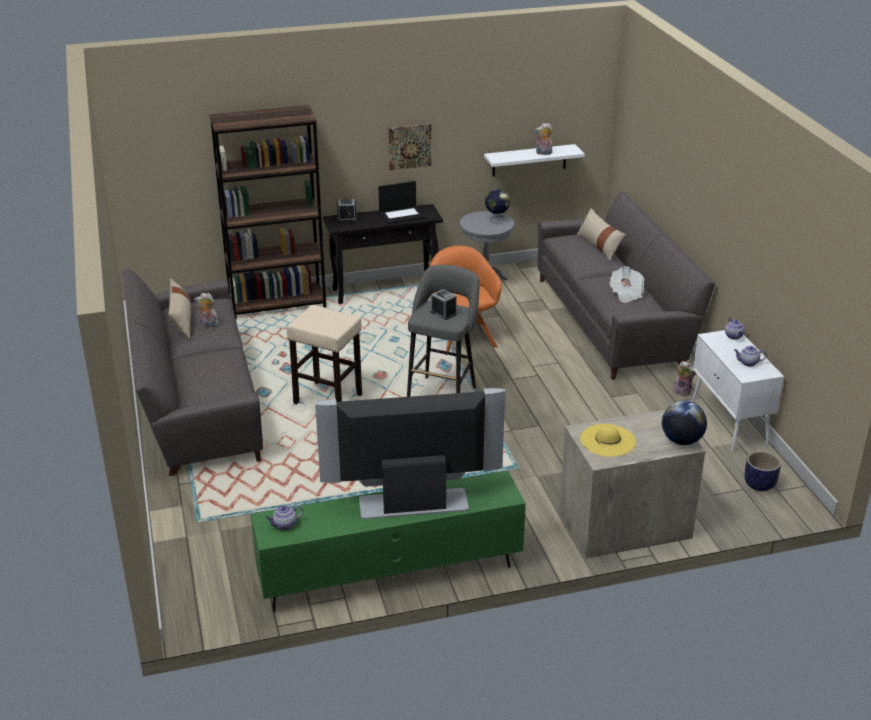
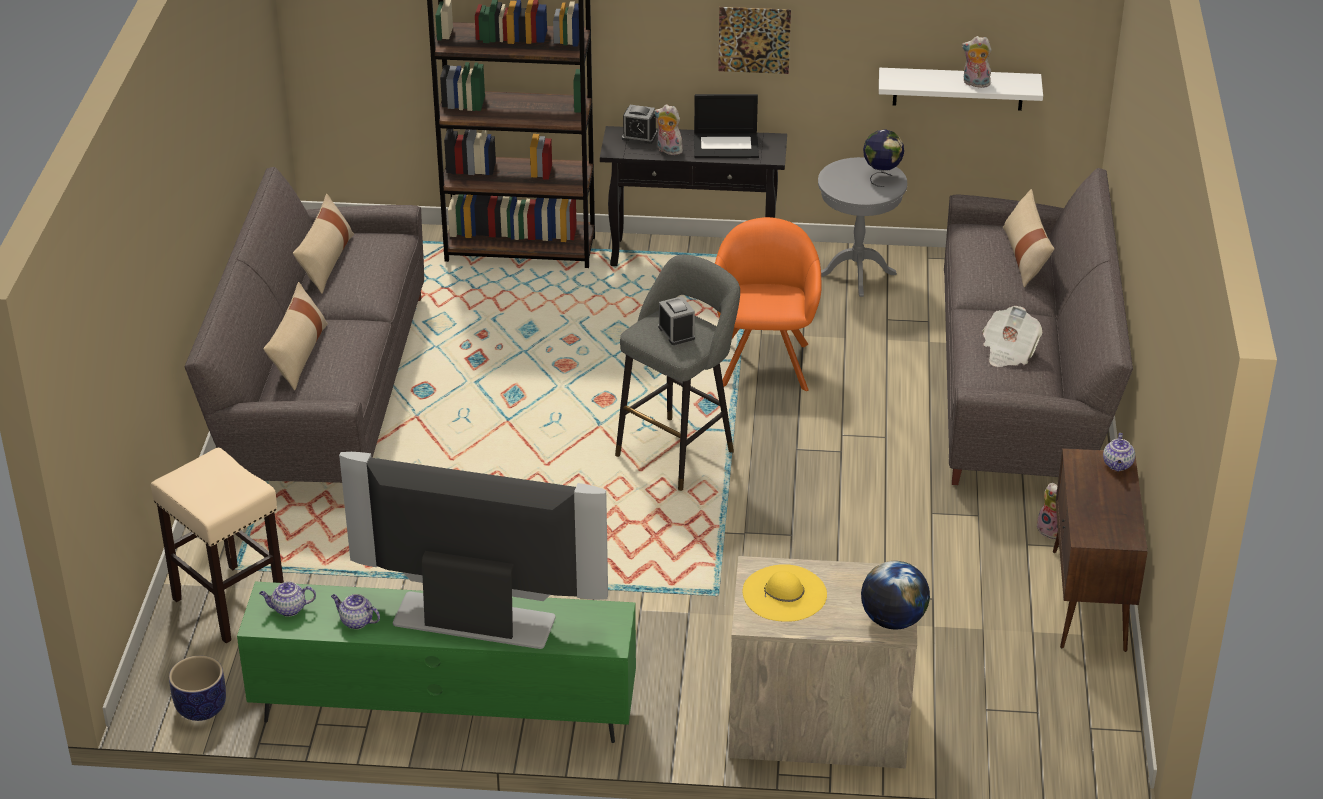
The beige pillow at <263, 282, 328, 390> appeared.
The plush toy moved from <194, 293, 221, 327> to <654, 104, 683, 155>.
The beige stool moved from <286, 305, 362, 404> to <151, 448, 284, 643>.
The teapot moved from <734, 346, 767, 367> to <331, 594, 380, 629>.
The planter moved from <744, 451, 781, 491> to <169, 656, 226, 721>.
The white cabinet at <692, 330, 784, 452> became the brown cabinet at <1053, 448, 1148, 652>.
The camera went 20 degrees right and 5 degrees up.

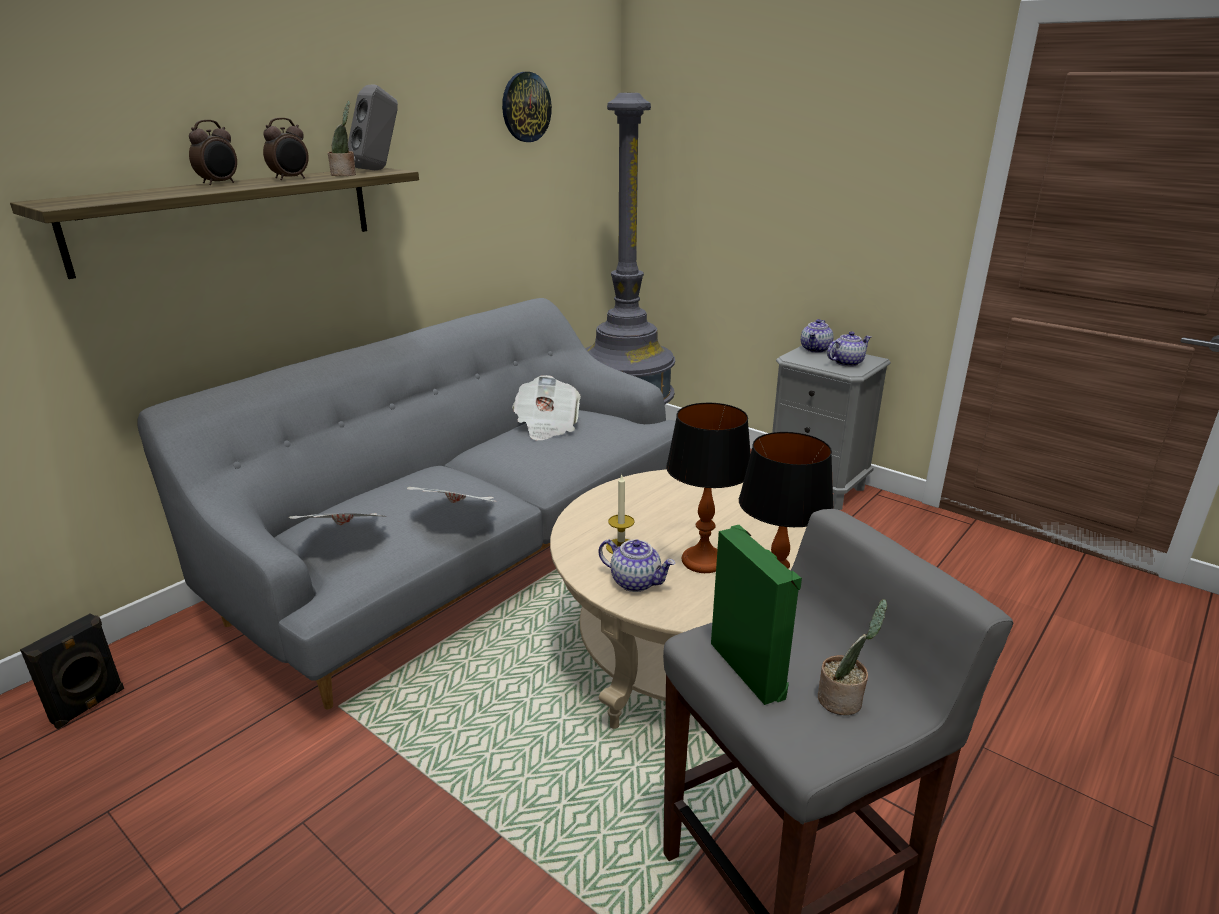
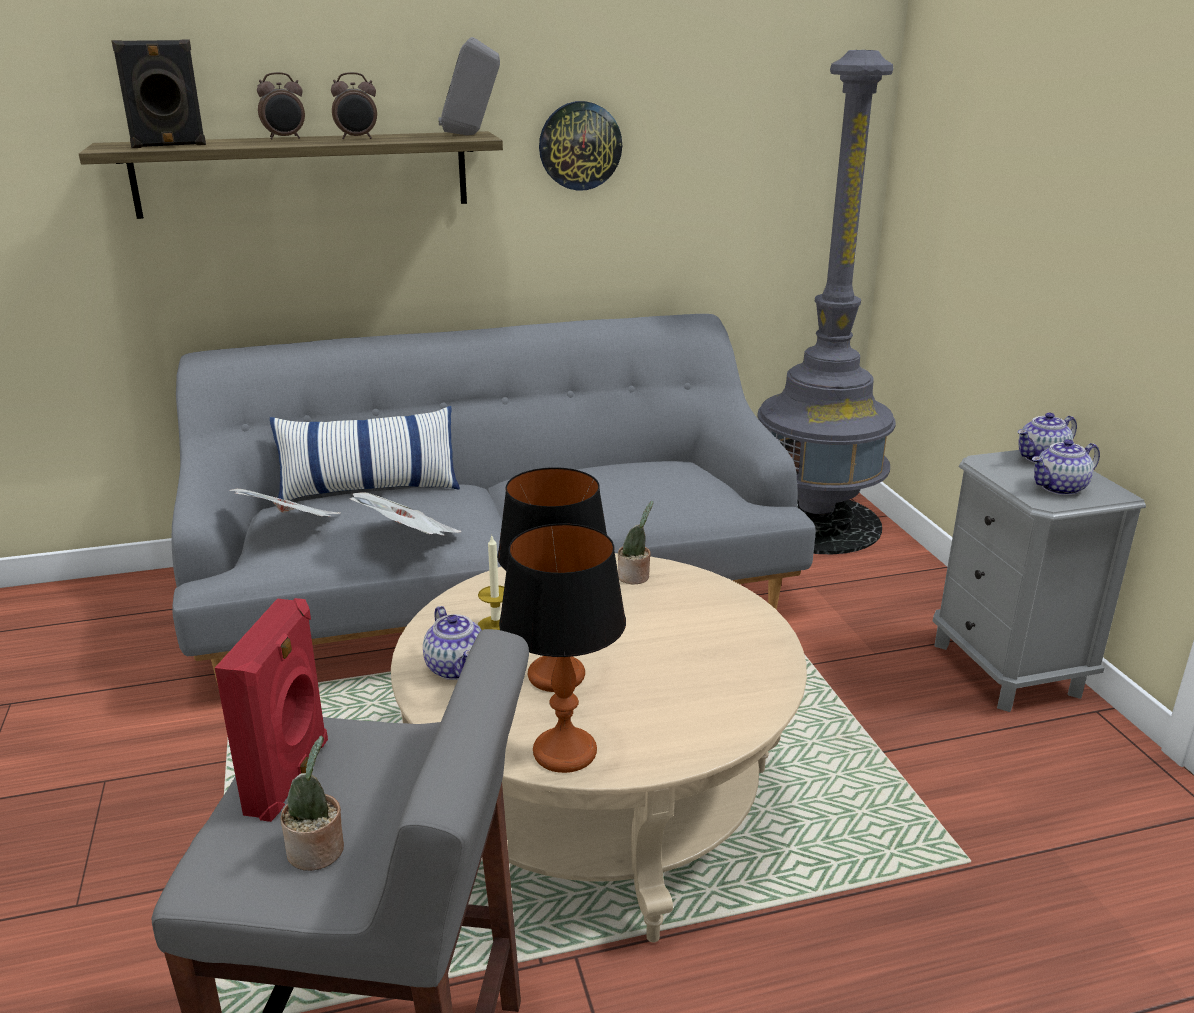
The newspaper at <512, 375, 581, 441> disappeared.
The pillow at <270, 406, 460, 501> appeared.
The black speaker moved from <20, 613, 124, 729> to <111, 39, 206, 148>.
The potted plant moved from <328, 101, 356, 176> to <618, 501, 653, 584>.
The wall clock moved from <502, 72, 552, 142> to <539, 101, 622, 191>.
The green speaker at <711, 525, 802, 705> became the red speaker at <215, 598, 328, 822>.
The teapot at <827, 331, 871, 367> turned 150 degrees clockwise.
The camera went 35 degrees right and 0 degrees up.

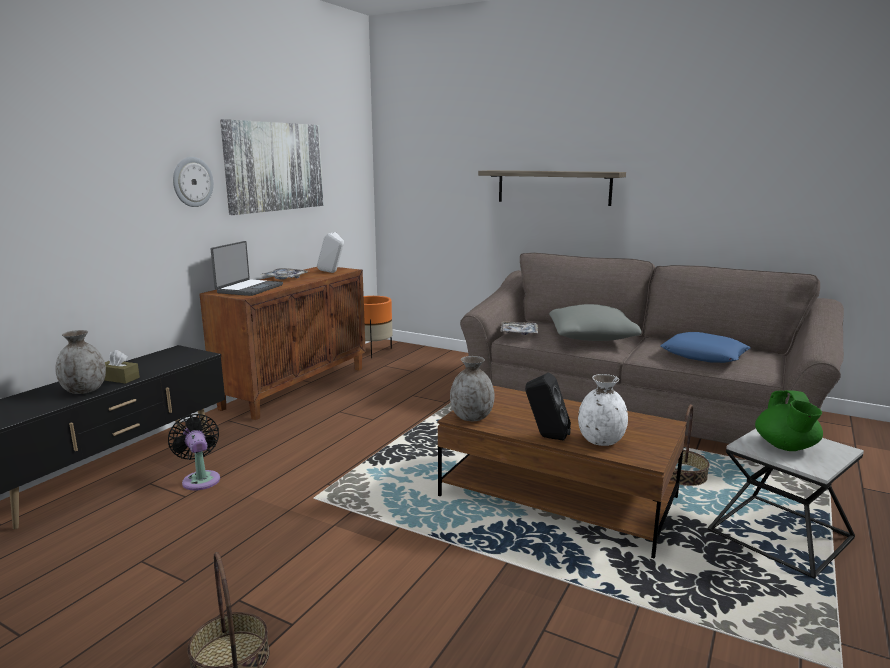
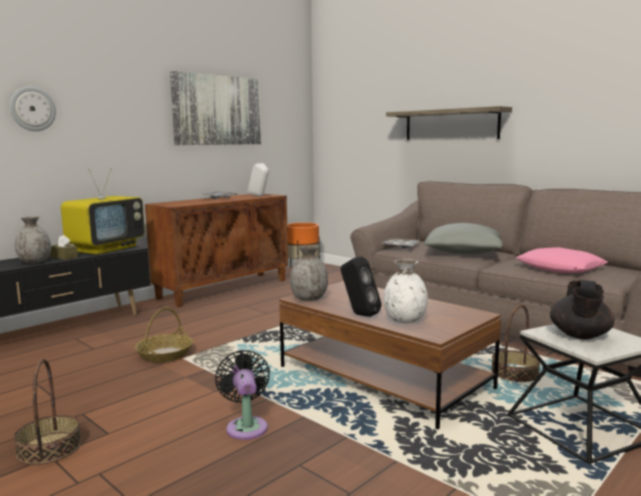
The laptop at <211, 241, 283, 296> disappeared.
The television at <61, 168, 145, 255> appeared.
The basket at <135, 307, 193, 362> appeared.
The black fan moved from <168, 414, 220, 491> to <215, 350, 270, 440>.
The wall clock moved from <173, 157, 214, 207> to <10, 87, 56, 131>.
The blue pillow at <660, 332, 751, 363> became the pink pillow at <516, 247, 608, 273>.
The green teapot at <755, 390, 823, 451> became the black teapot at <550, 280, 614, 339>.
The camera went 15 degrees right and 5 degrees down.

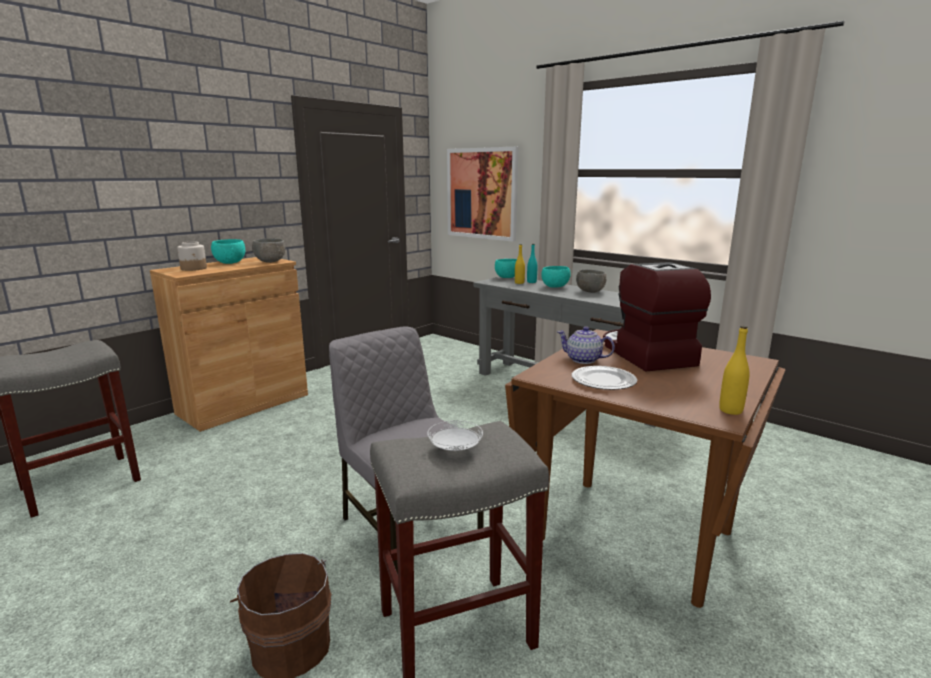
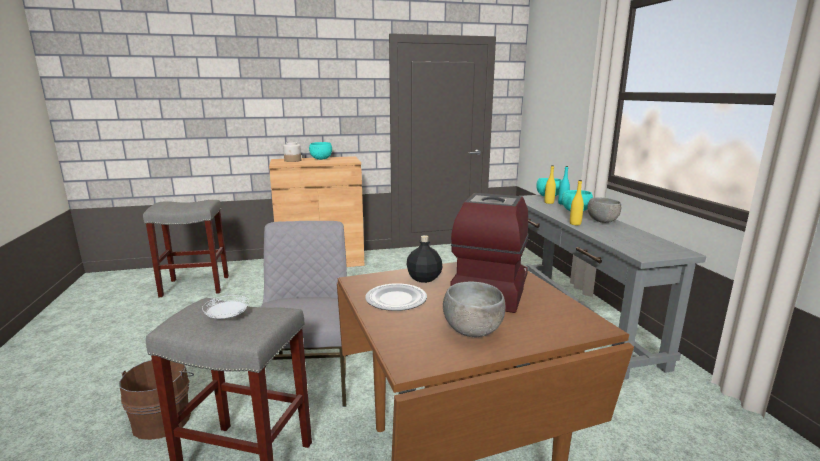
The picture at <447, 147, 518, 242> disappeared.
The grey bowl moved from <252, 238, 285, 263> to <443, 282, 505, 337>.
The yellow bottle moved from <719, 326, 750, 415> to <570, 180, 584, 225>.
The teapot at <557, 327, 615, 364> was replaced by the black bottle at <406, 235, 442, 283>.
The camera went 35 degrees right and 0 degrees up.

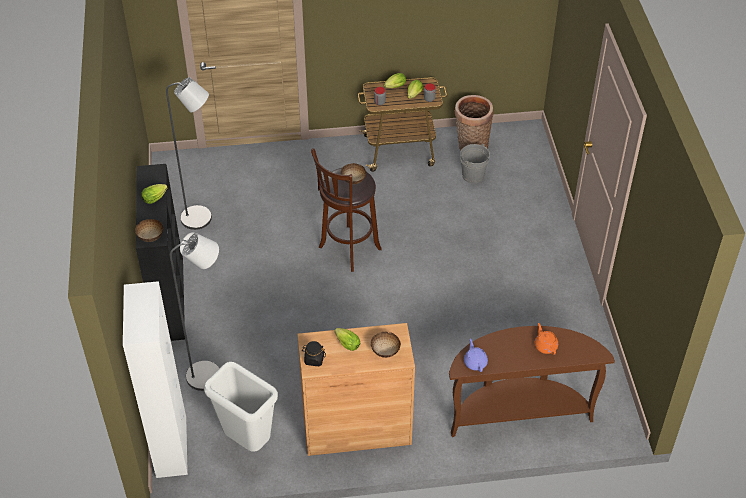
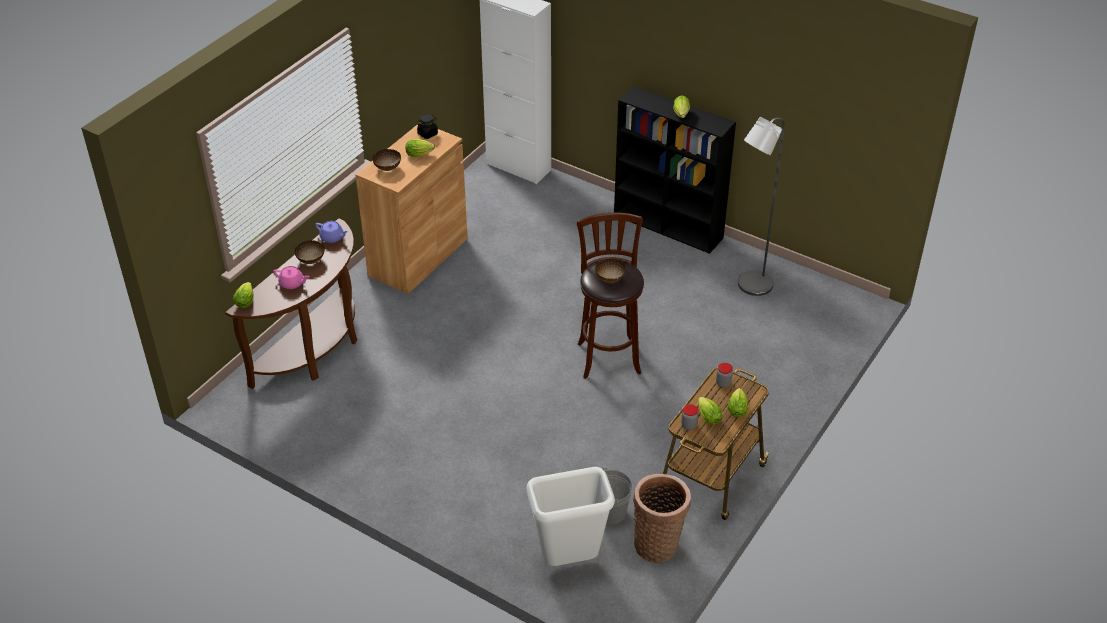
The grey floor lamp at <170, 232, 219, 391> disappeared.
The lettuce at <233, 282, 254, 308> appeared.
The bowl moved from <135, 219, 163, 242> to <294, 240, 325, 264>.
The white trash can moved from <204, 362, 278, 452> to <527, 467, 615, 566>.
The orange teapot at <535, 323, 558, 355> became the pink teapot at <273, 266, 309, 289>.
The camera went 130 degrees right and 5 degrees down.

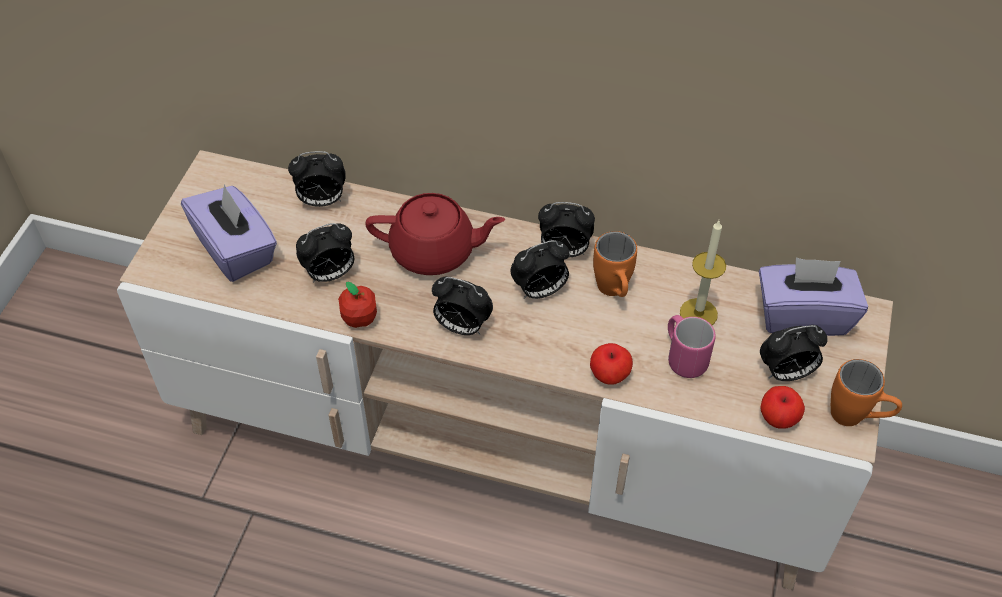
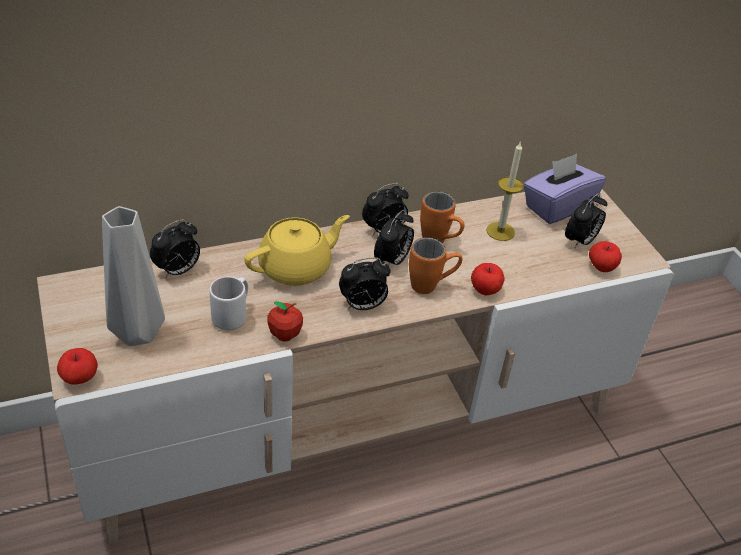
The pink mug at <668, 315, 716, 378> disappeared.
The apple at <57, 348, 98, 385> appeared.
The orange mug moved from <831, 359, 902, 426> to <409, 237, 462, 294>.
The purple tissue box at <181, 184, 277, 282> was replaced by the grey vase at <102, 206, 165, 346>.
The alarm clock at <296, 223, 354, 283> was replaced by the white mug at <209, 277, 248, 331>.
The red teapot at <365, 193, 505, 275> became the yellow teapot at <244, 215, 350, 286>.
The camera went 40 degrees left and 10 degrees down.

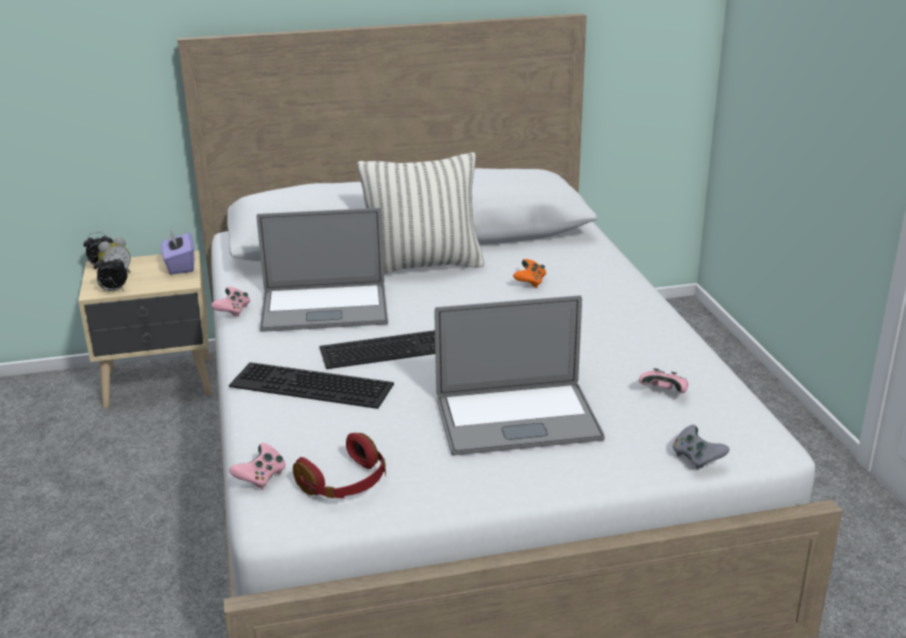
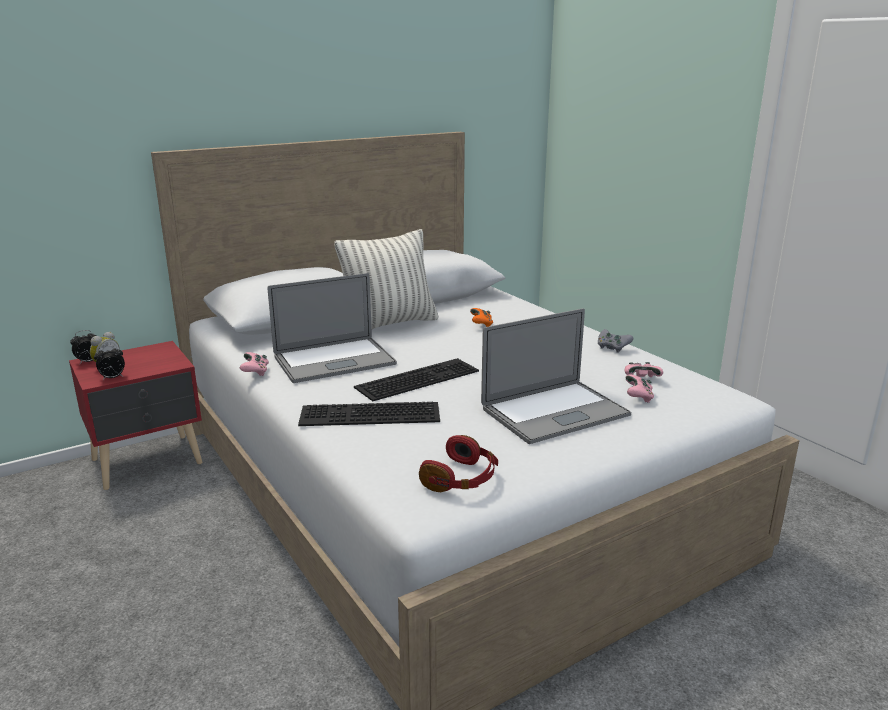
The purple tissue box at <161, 229, 195, 274> disappeared.
The pink game controller moved from <229, 443, 286, 490> to <625, 374, 654, 403>.
The grey game controller moved from <672, 425, 729, 470> to <598, 329, 633, 353>.
The beige nightstand at <78, 251, 212, 408> became the red nightstand at <69, 341, 202, 490>.
The camera went 20 degrees left and 5 degrees down.

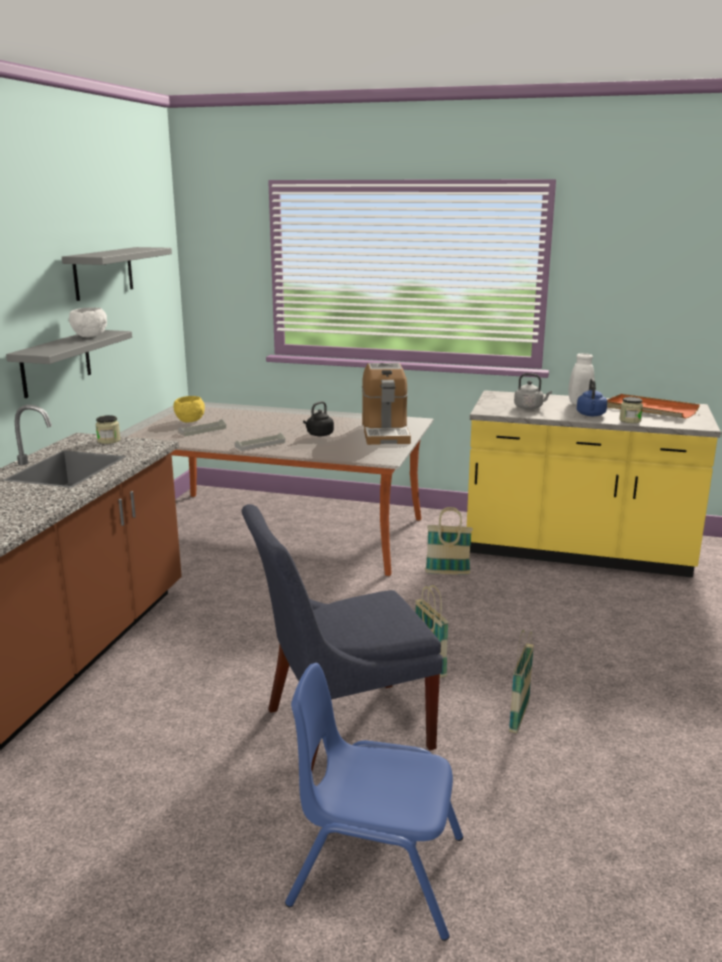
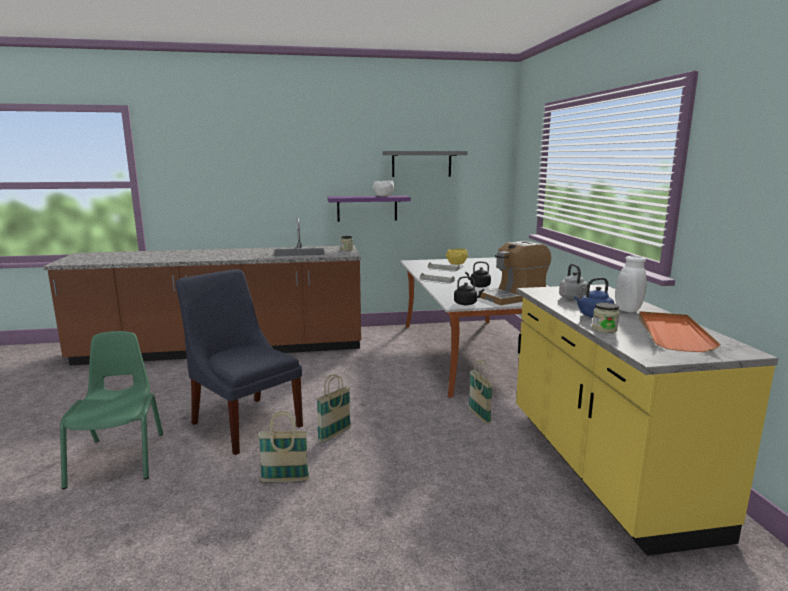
The black kettle at <454, 276, 484, 305> appeared.
The grey shelf at <6, 330, 132, 398> became the purple shelf at <327, 196, 411, 222>.
The blue chair at <285, 663, 463, 941> became the green chair at <60, 331, 163, 489>.
The camera went 65 degrees right and 5 degrees down.

